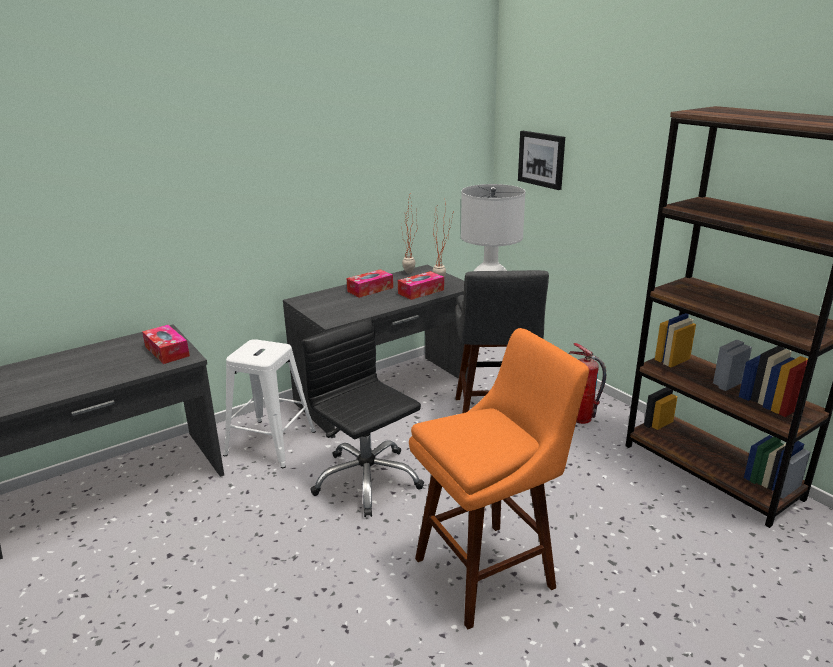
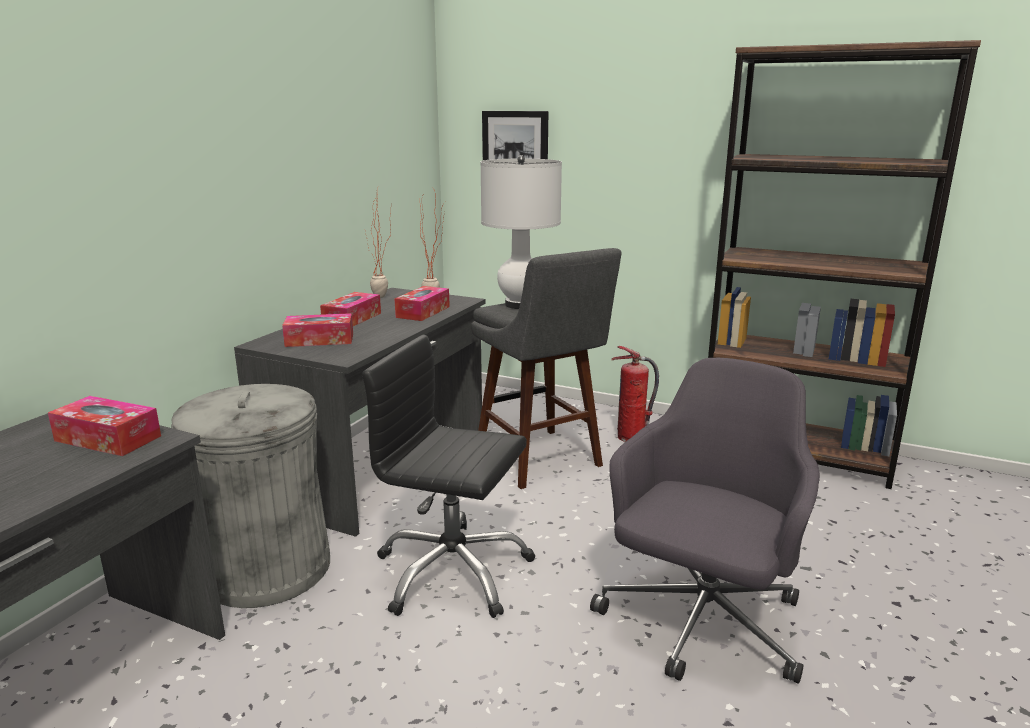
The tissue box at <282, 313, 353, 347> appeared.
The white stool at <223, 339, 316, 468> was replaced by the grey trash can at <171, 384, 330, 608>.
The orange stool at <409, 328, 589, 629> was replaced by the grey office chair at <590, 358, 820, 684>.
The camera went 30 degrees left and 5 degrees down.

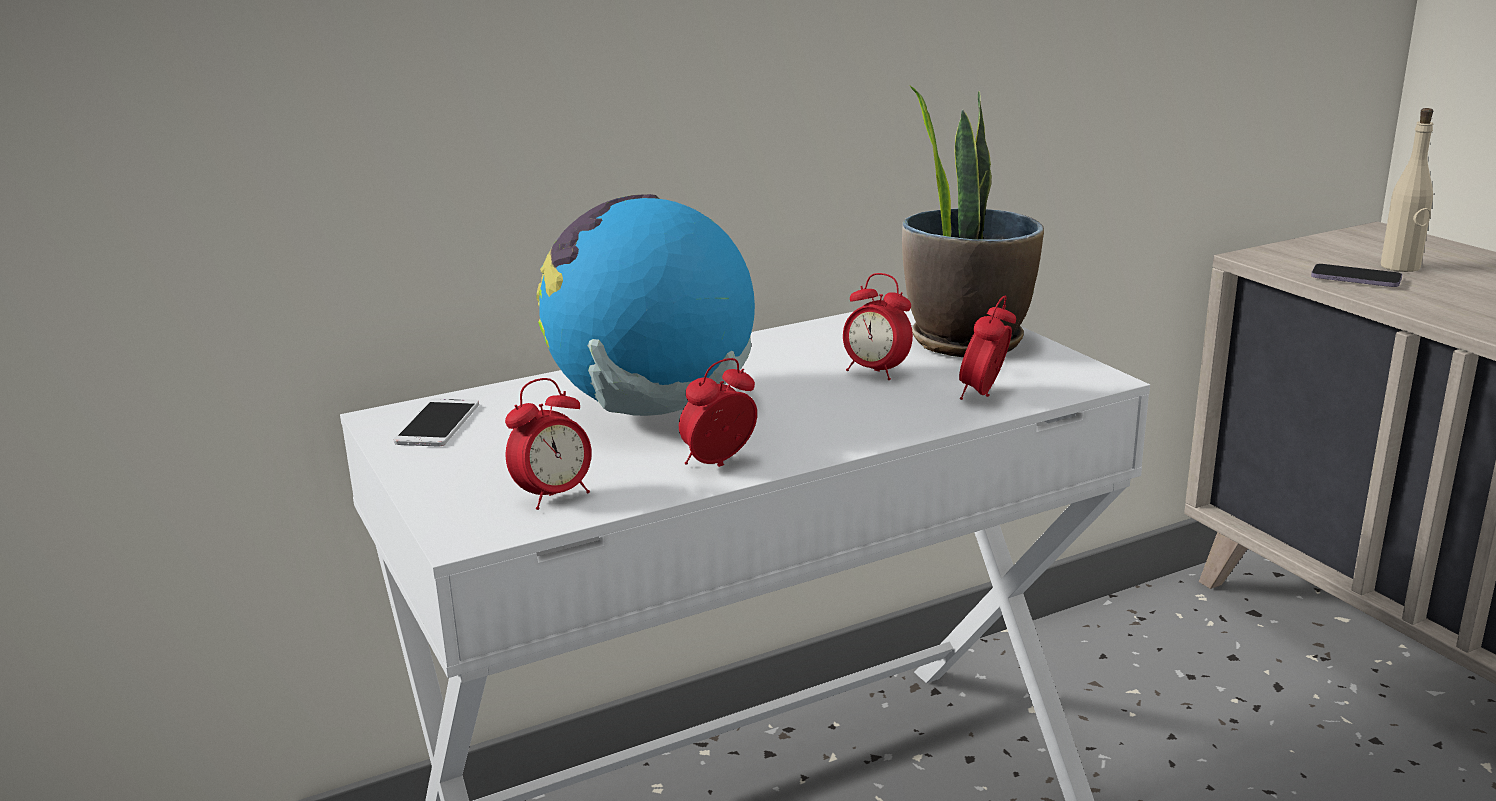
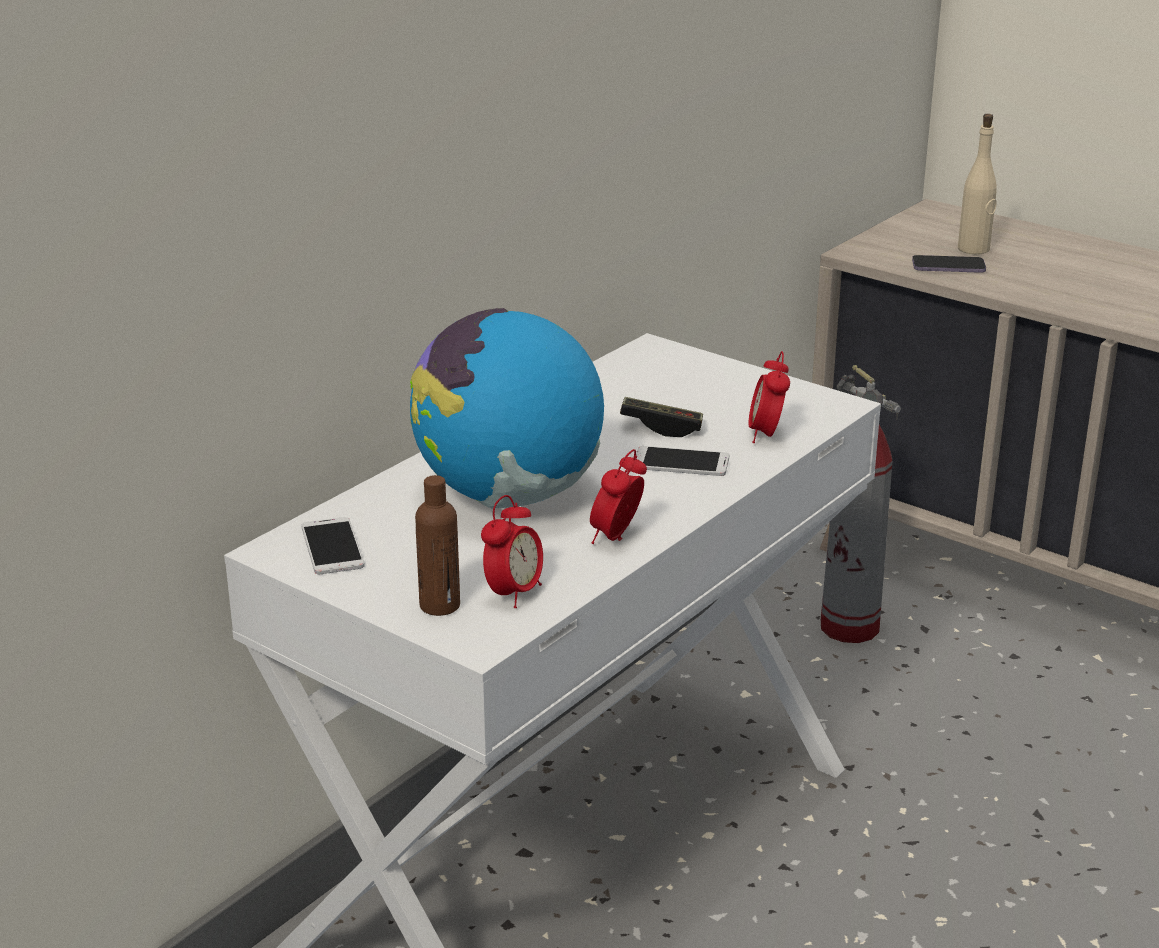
The potted plant at <902, 86, 1044, 357> disappeared.
The brown bottle at <415, 475, 460, 616> appeared.
The phone at <636, 446, 729, 476> appeared.
The fire extinguisher at <821, 365, 901, 643> appeared.
The alarm clock at <843, 273, 913, 380> was replaced by the game controller at <620, 397, 703, 437>.
The camera went 25 degrees left and 5 degrees up.

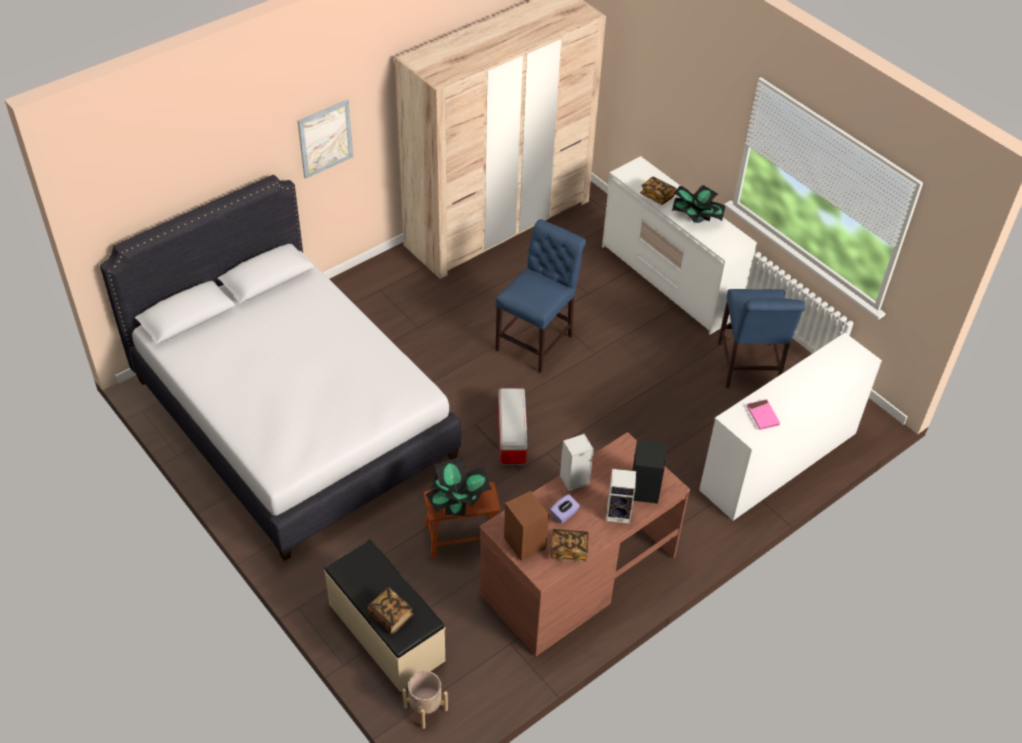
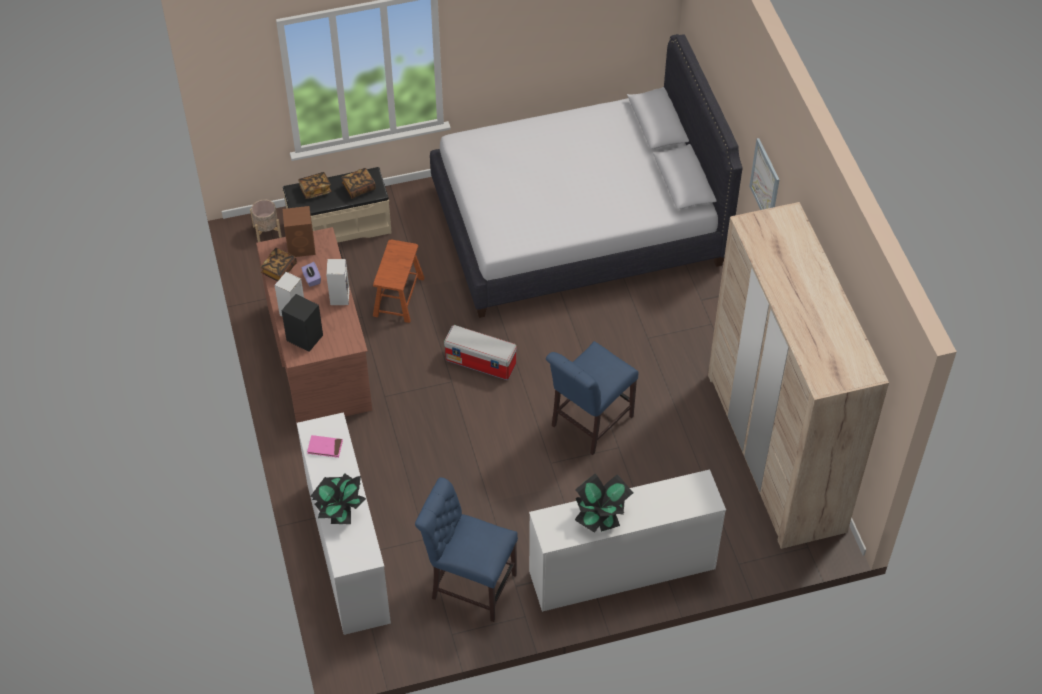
The potted plant moved from <426, 457, 491, 516> to <311, 474, 366, 524>.
The book moved from <640, 177, 676, 205> to <341, 168, 376, 199>.
The blue chair at <495, 219, 586, 373> turned 75 degrees clockwise.
The camera went 115 degrees right and 5 degrees up.

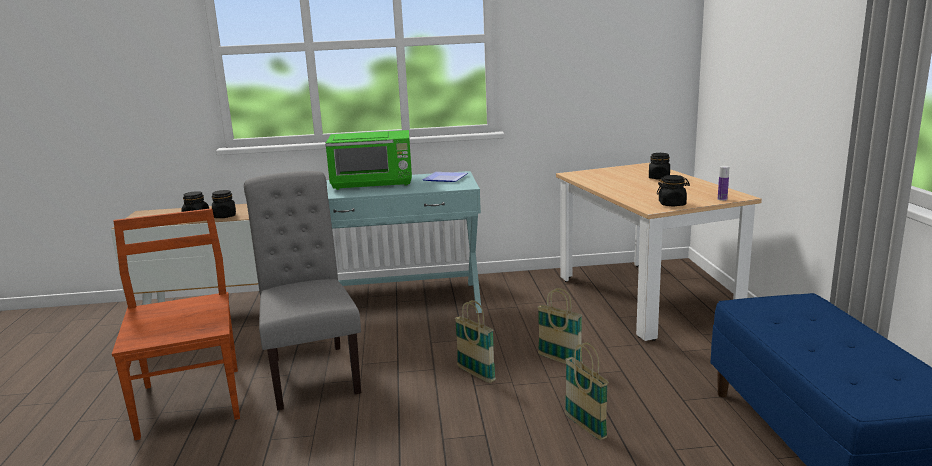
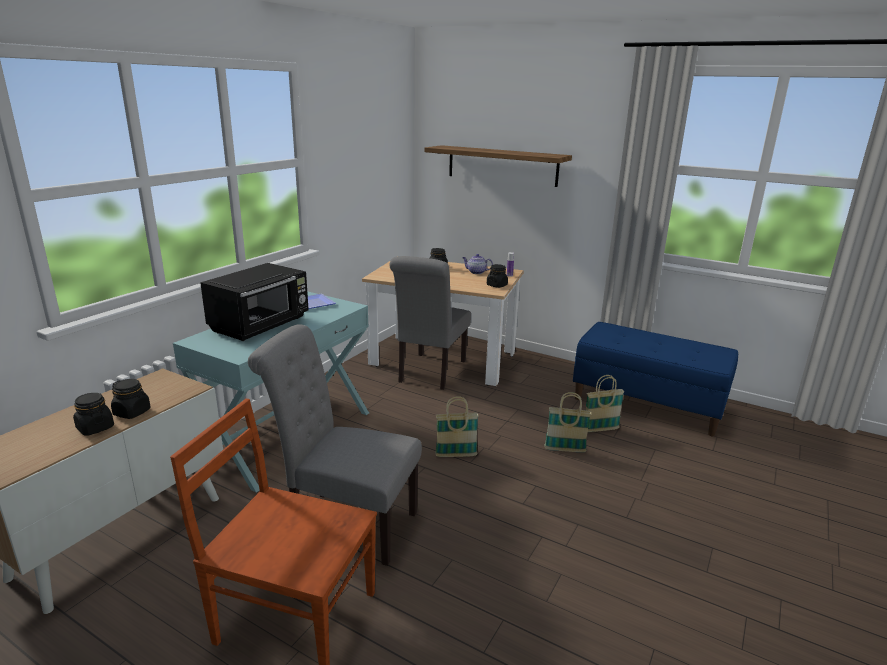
The grey chair at <390, 256, 471, 390> appeared.
The shelf at <424, 145, 572, 187> appeared.
The teapot at <462, 254, 493, 274> appeared.
The basket moved from <537, 288, 583, 364> to <586, 375, 624, 432>.
The green microwave at <325, 130, 412, 190> became the black microwave at <200, 263, 309, 341>.
The camera went 55 degrees left and 5 degrees up.

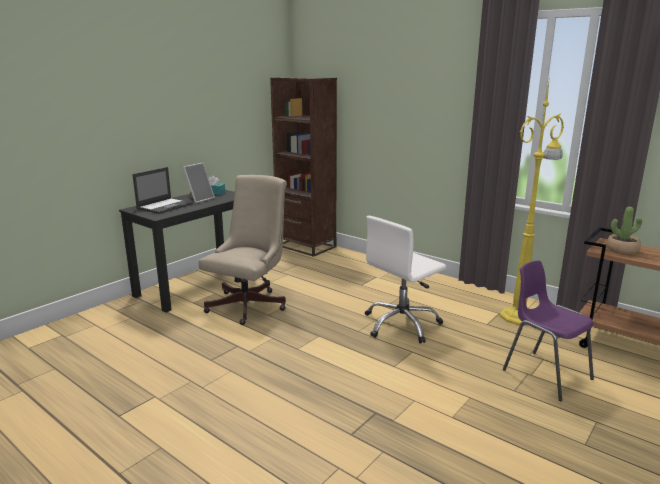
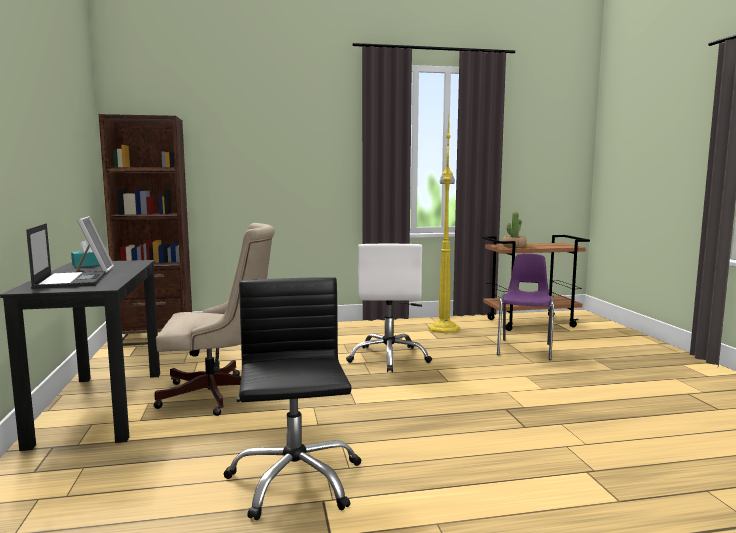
The black office chair at <224, 277, 361, 520> appeared.
The beige office chair at <199, 175, 287, 325> turned 105 degrees clockwise.
The purple chair at <503, 260, 594, 401> turned 105 degrees clockwise.
The camera went 50 degrees left and 10 degrees down.

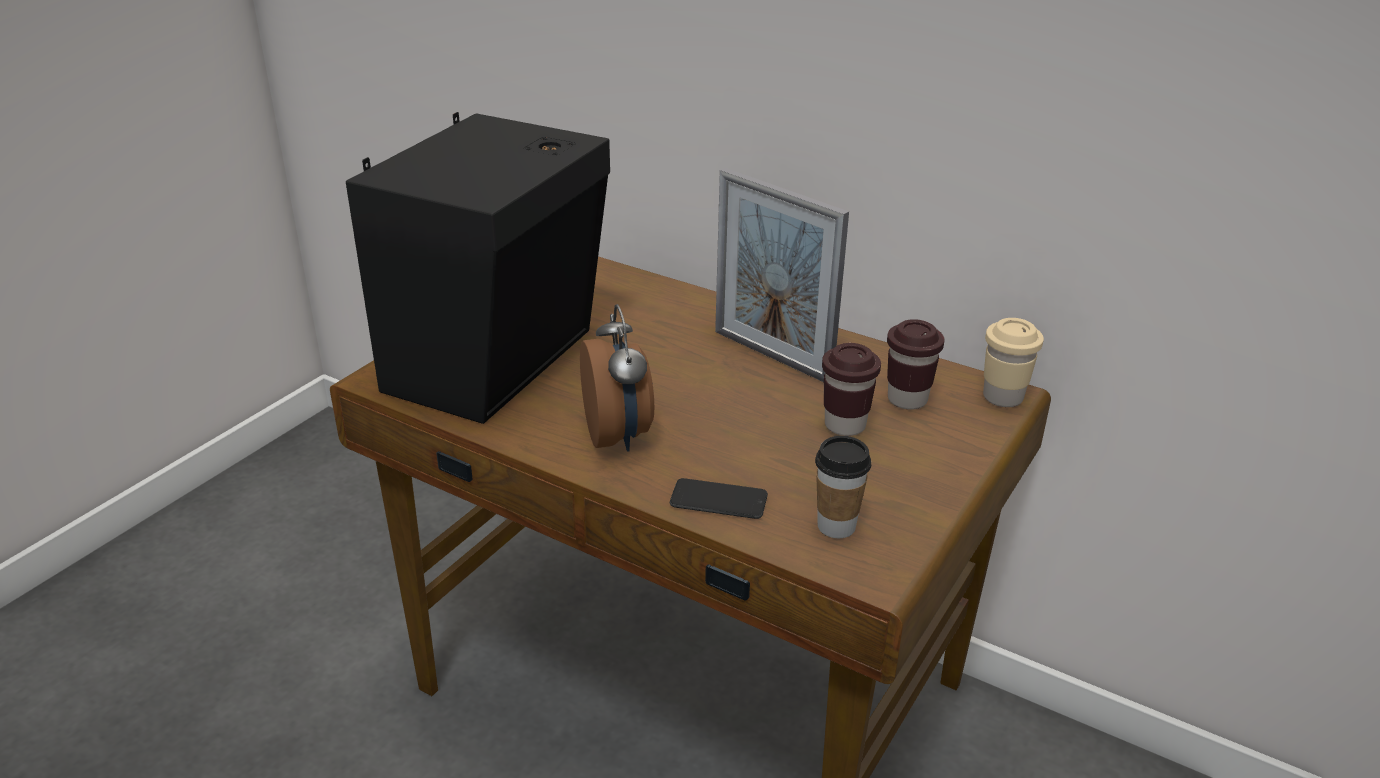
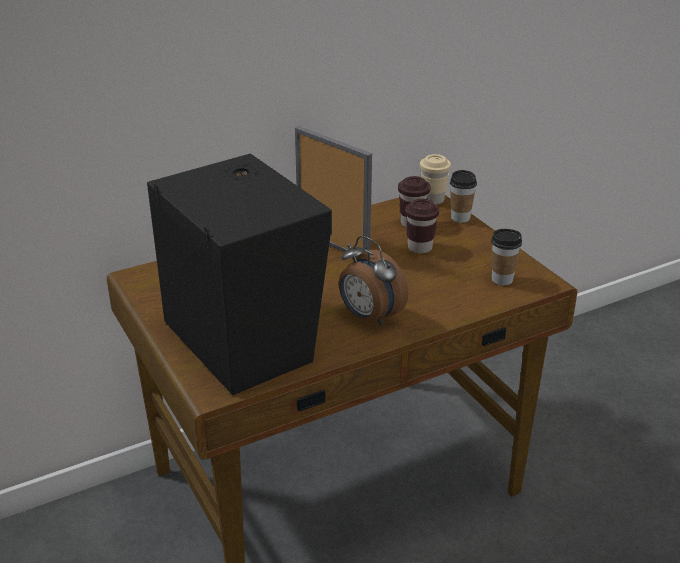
The phone at <670, 478, 768, 519> disappeared.
The cup at <450, 170, 477, 223> appeared.
The alarm clock at <580, 304, 654, 452> turned 150 degrees counterclockwise.
The picture frame at <715, 168, 849, 382> turned 120 degrees counterclockwise.
The camera went 60 degrees left and 0 degrees up.

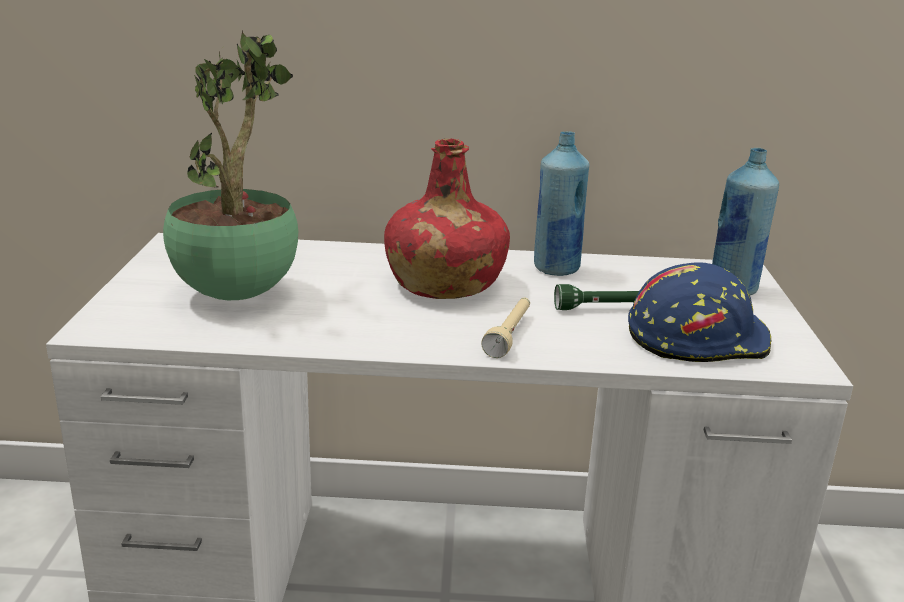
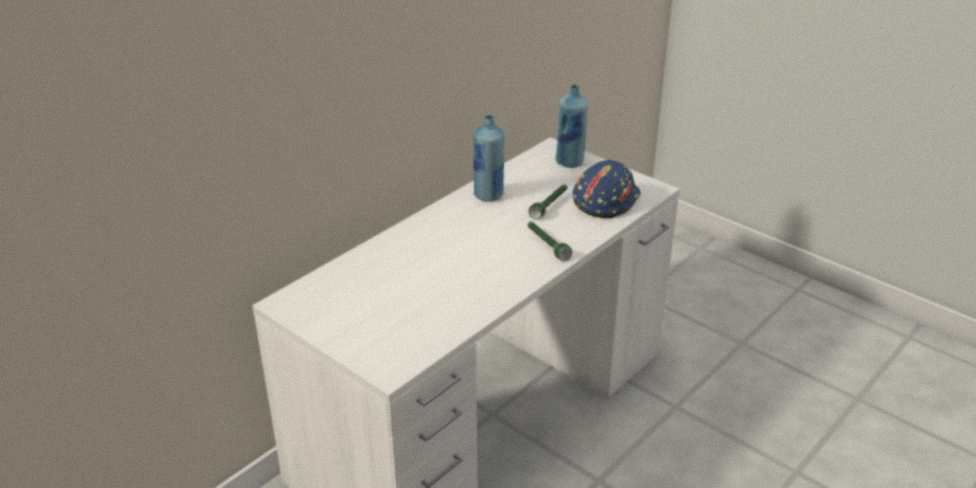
The potted plant at <163, 31, 298, 300> disappeared.
The red bottle at <384, 138, 510, 299> disappeared.
The beige flashlight at <481, 298, 530, 358> became the green flashlight at <528, 222, 572, 261>.
The camera went 50 degrees left and 10 degrees up.

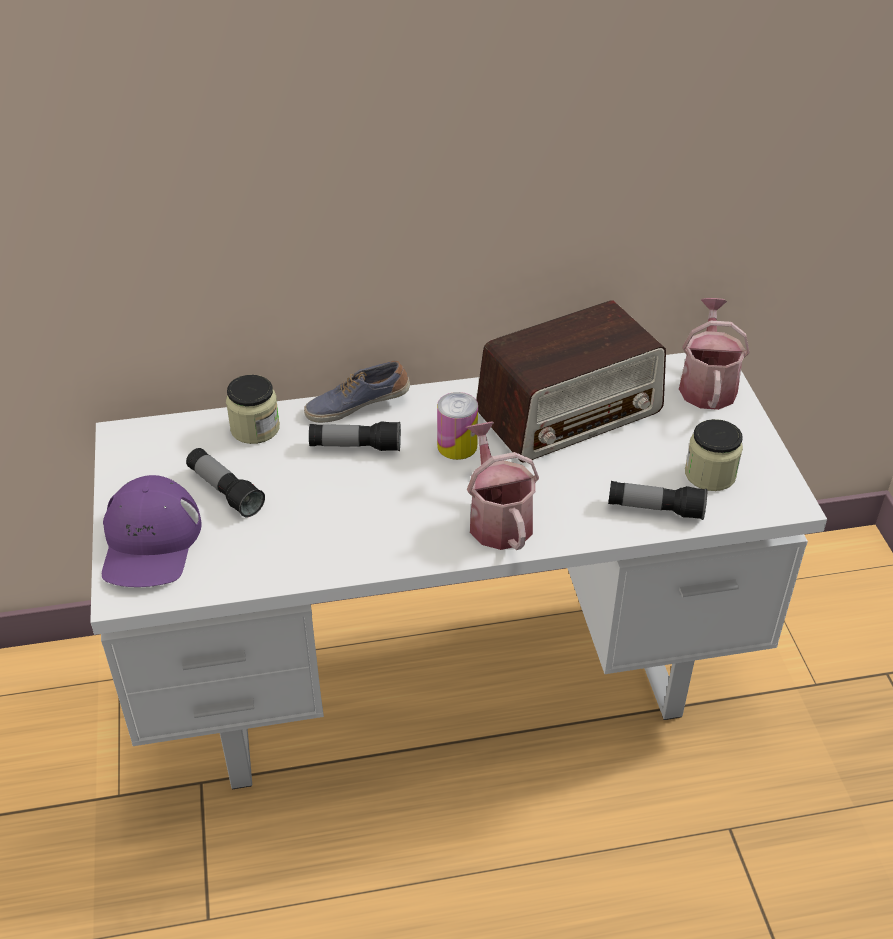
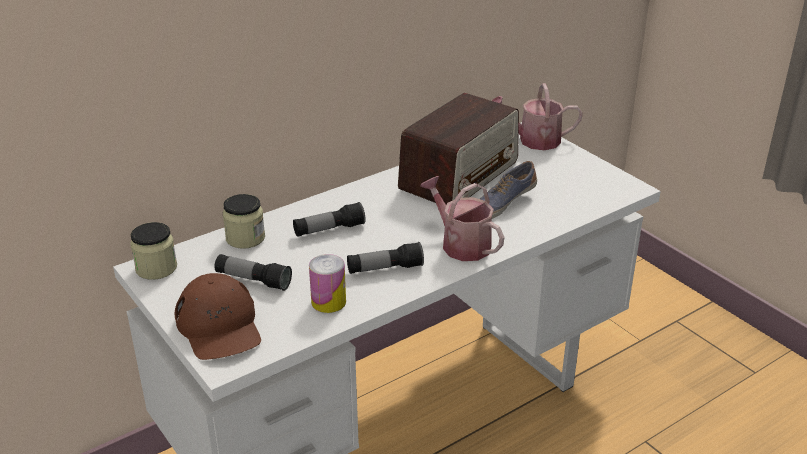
The shoe moved from <304, 361, 410, 423> to <480, 161, 537, 219>.
The can moved from <437, 392, 478, 460> to <309, 254, 346, 313>.
The flashlight moved from <608, 481, 707, 520> to <347, 242, 424, 274>.
The jar moved from <685, 419, 743, 491> to <130, 222, 177, 280>.
The purple cap at <102, 475, 201, 587> became the brown cap at <175, 273, 261, 360>.
The watering can at <679, 298, 750, 410> turned 75 degrees counterclockwise.
The camera went 25 degrees left and 10 degrees down.

